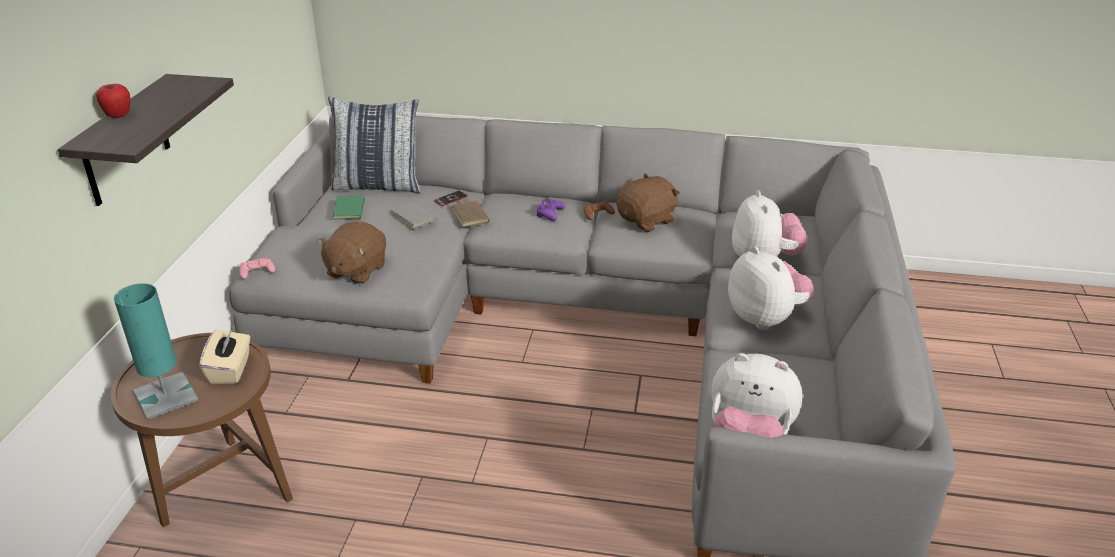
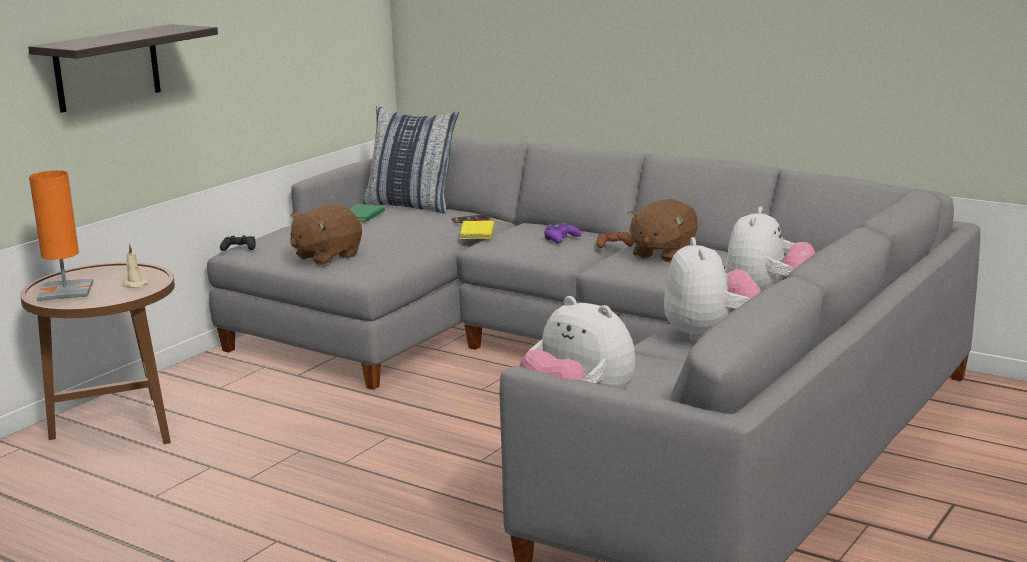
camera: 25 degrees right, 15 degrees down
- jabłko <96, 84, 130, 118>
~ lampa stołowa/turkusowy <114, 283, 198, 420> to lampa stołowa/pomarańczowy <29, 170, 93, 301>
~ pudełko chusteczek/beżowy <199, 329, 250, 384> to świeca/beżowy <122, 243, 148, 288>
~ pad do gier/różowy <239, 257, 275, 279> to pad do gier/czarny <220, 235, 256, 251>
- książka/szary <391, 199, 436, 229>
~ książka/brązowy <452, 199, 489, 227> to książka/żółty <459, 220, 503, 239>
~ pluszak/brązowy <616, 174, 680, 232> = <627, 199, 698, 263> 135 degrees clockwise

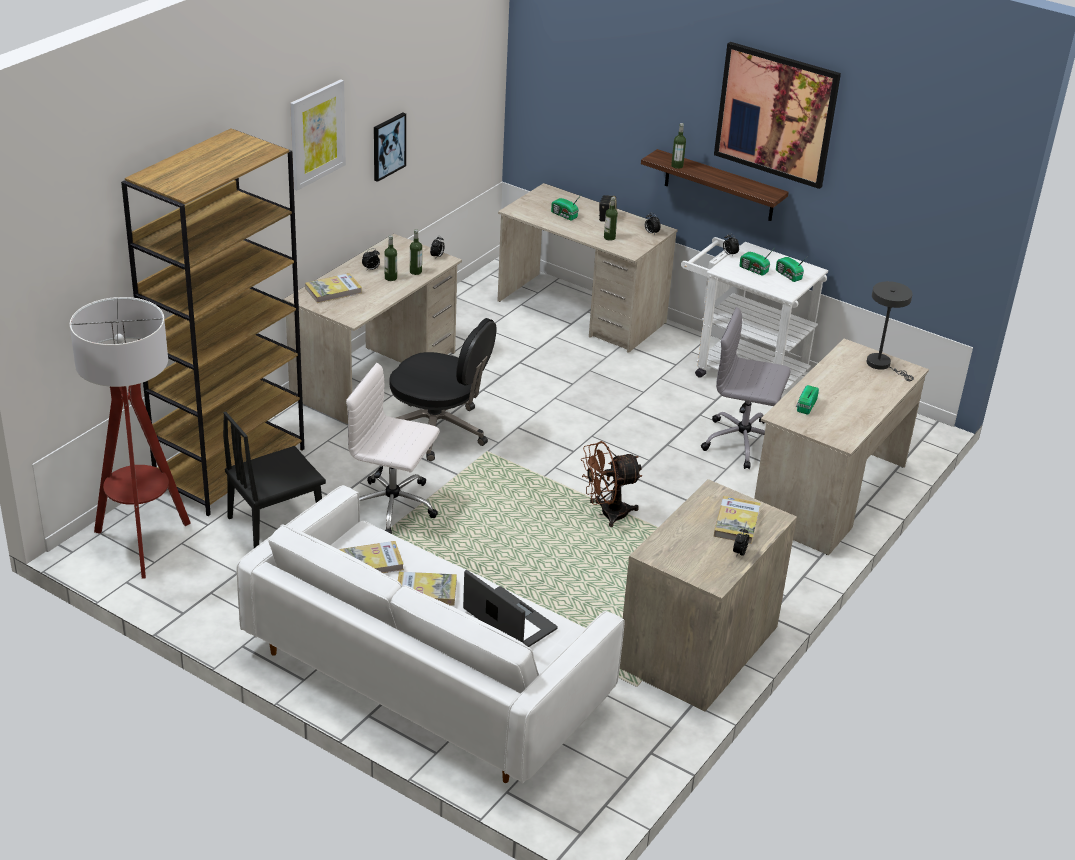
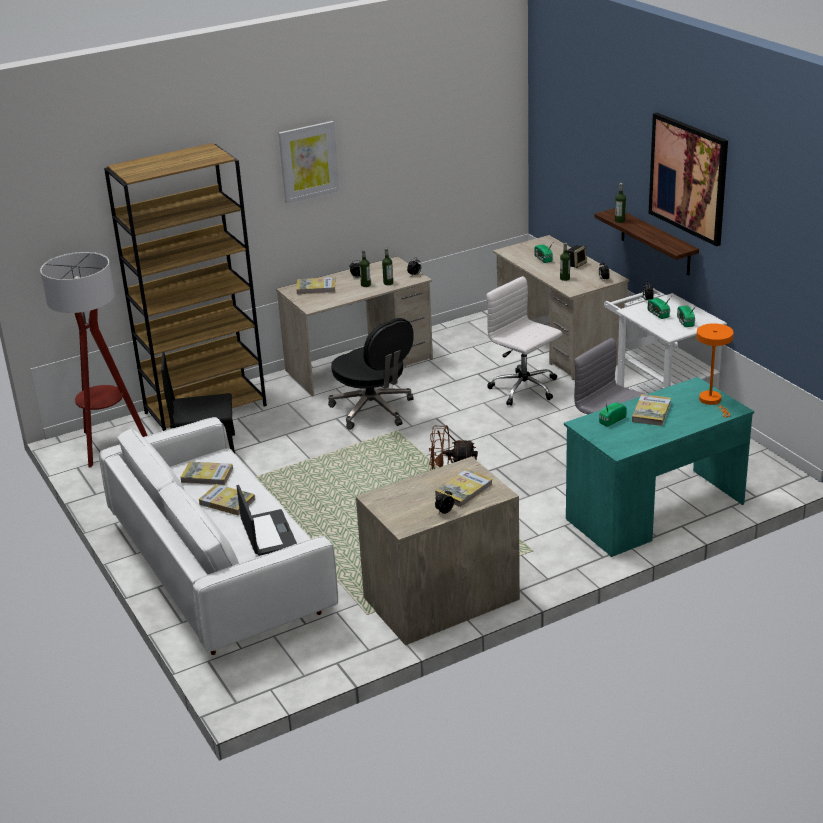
camera: 30 degrees right, 5 degrees down
~ krzesło biurowe/biały <346, 363, 440, 534> to <486, 276, 562, 406>
- obraz <374, 112, 406, 182>
~ biurko/beżowy <754, 339, 929, 555> to biurko/turkusowy <564, 377, 754, 557>
~ lampa stołowa/szary <867, 281, 914, 381> to lampa stołowa/pomarańczowy <696, 323, 734, 417>
+ książka <632, 394, 671, 426>

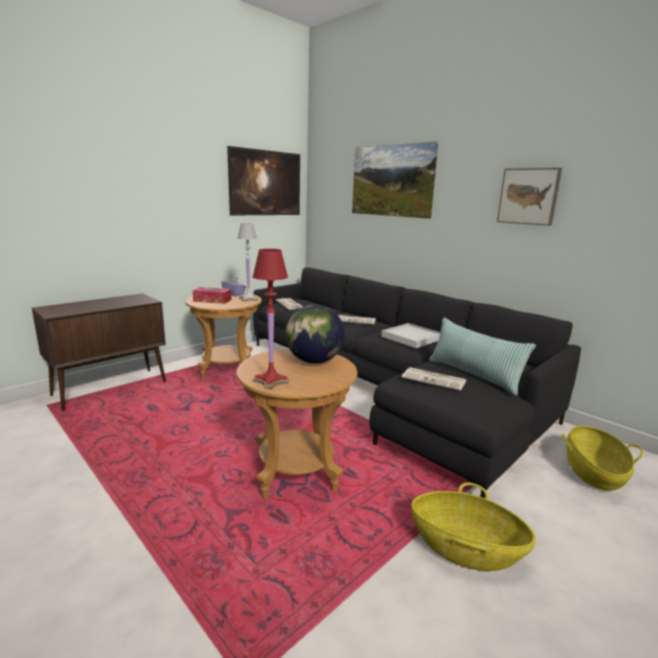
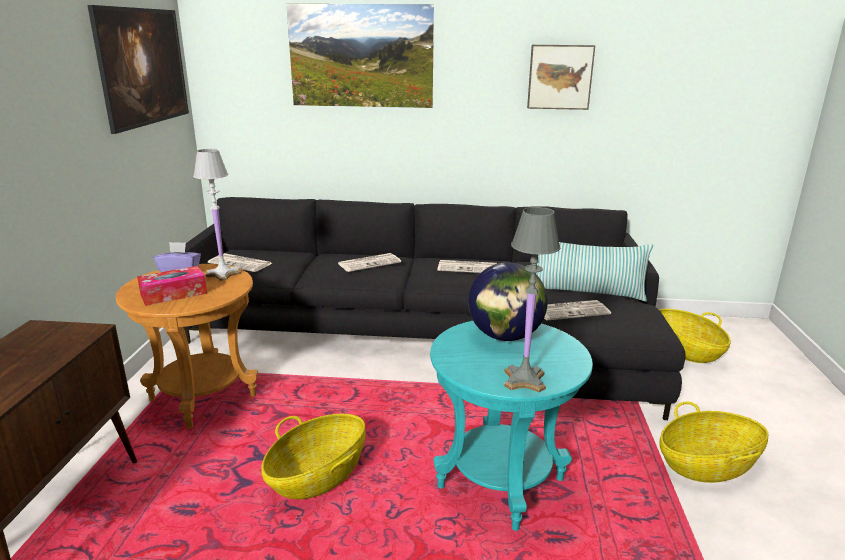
camera: 40 degrees left, 5 degrees up
~ stolik/brązowy <236, 349, 357, 499> to stolik/turkusowy <430, 321, 593, 531>
~ lampa stołowa/czerwony <252, 249, 289, 389> to lampa stołowa/szary <504, 207, 561, 392>
~ taca/biały <381, 323, 441, 348> to gazeta <438, 260, 497, 273>
+ koszyk <261, 414, 366, 499>

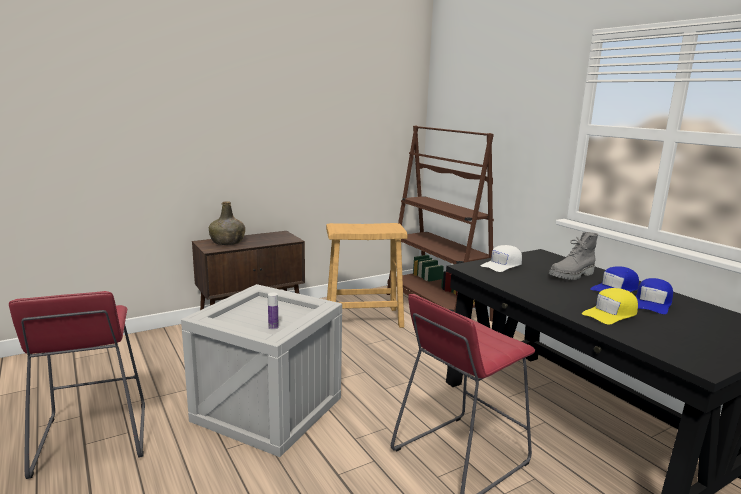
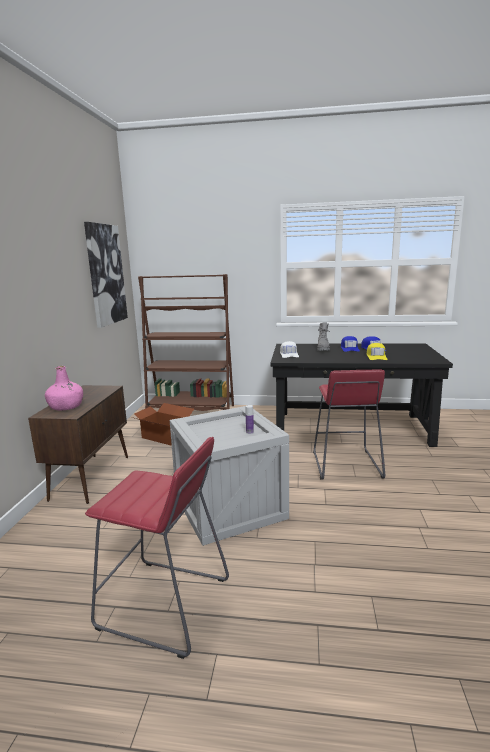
camera: 50 degrees left, 0 degrees up
~ butelka/zielony <209, 202, 245, 245> to butelka/różowy <45, 366, 83, 410>
~ stołek/beżowy <326, 223, 408, 328> to karton <132, 403, 194, 446>
+ obraz <84, 222, 128, 328>

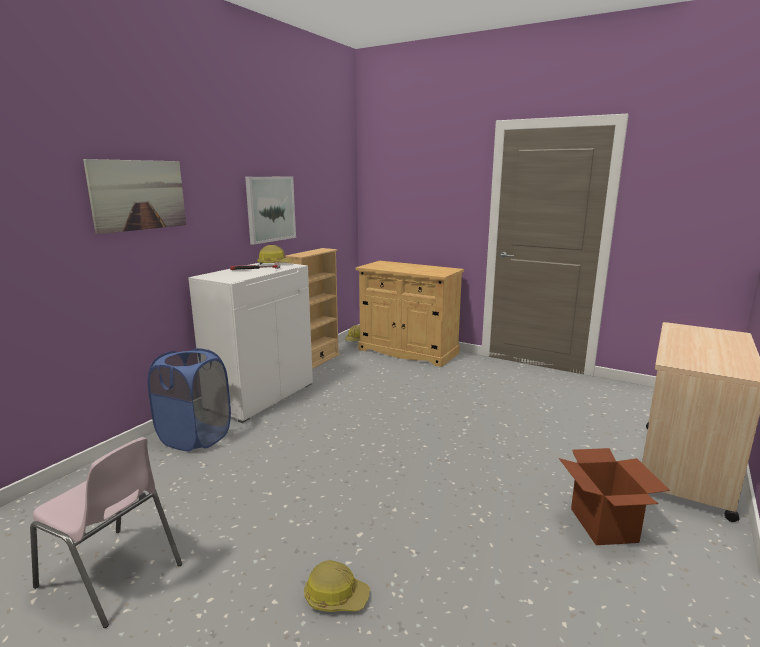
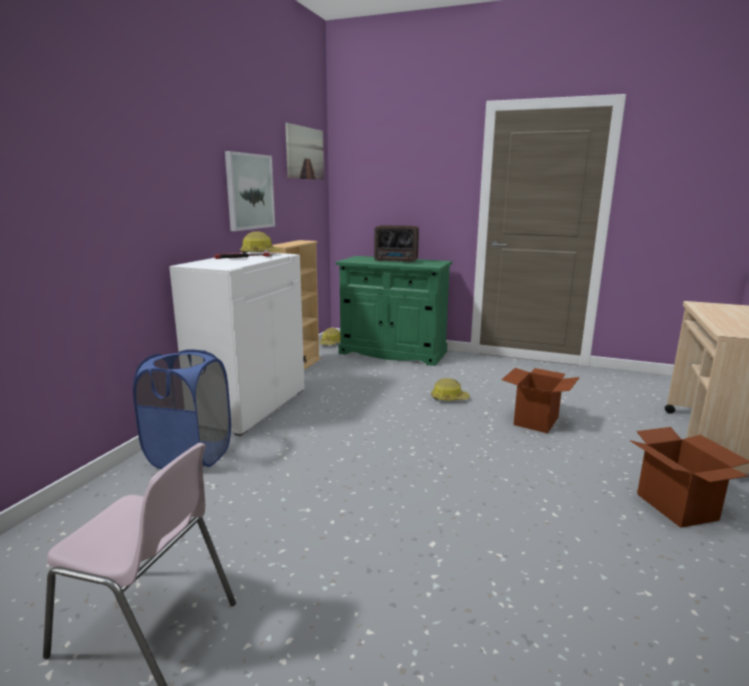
camera: 10 degrees left, 0 degrees up
~ obraz <83, 159, 186, 234> to <285, 123, 324, 180>
~ kask <304, 560, 370, 612> to <431, 378, 470, 400>
~ szafka/beżowy <356, 261, 464, 367> to szafka/zielony <336, 256, 452, 366>
+ radio <374, 225, 419, 263>
+ karton <501, 368, 580, 433>

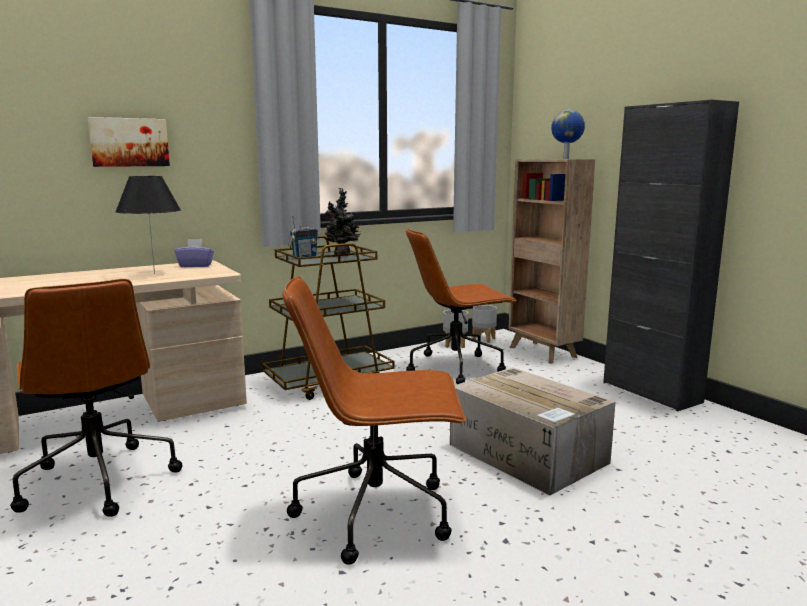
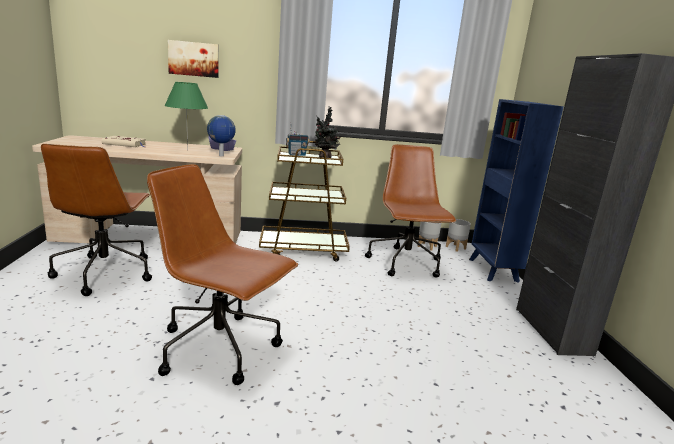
camera: 25 degrees right, 5 degrees up
~ lampa stołowa/czarny <115, 176, 181, 274> to lampa stołowa/zielony <164, 82, 208, 150>
~ krzesło biurowe/brązowy <406, 228, 517, 384> = <365, 144, 456, 278> 75 degrees clockwise
- karton <450, 367, 616, 495>
~ regał/brązowy <509, 159, 595, 364> to regał/niebieski <469, 99, 564, 283>
~ globus <551, 110, 585, 159> to <207, 115, 236, 156>
+ książka/beżowy <101, 136, 146, 147>

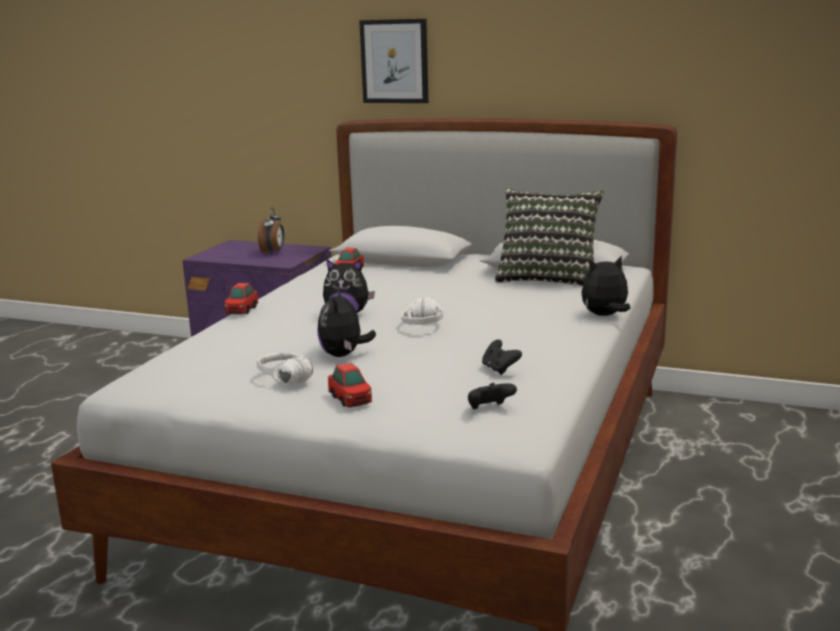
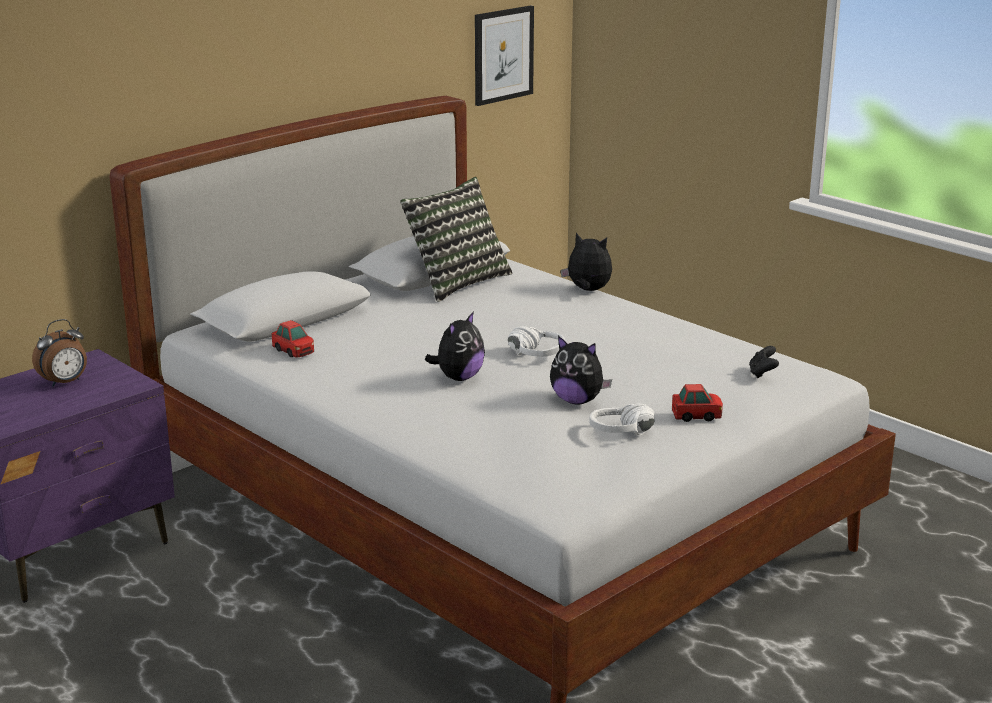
camera: 65 degrees left, 5 degrees up
- samochodzik <224, 283, 258, 314>
~ budzik <258, 207, 284, 255> = <32, 319, 87, 387> 105 degrees clockwise
~ obraz <359, 19, 428, 103> to <475, 6, 534, 106>
- pad do gier/czarny <482, 340, 522, 375>
~ pluszak <581, 255, 630, 316> = <560, 233, 612, 291> 105 degrees clockwise

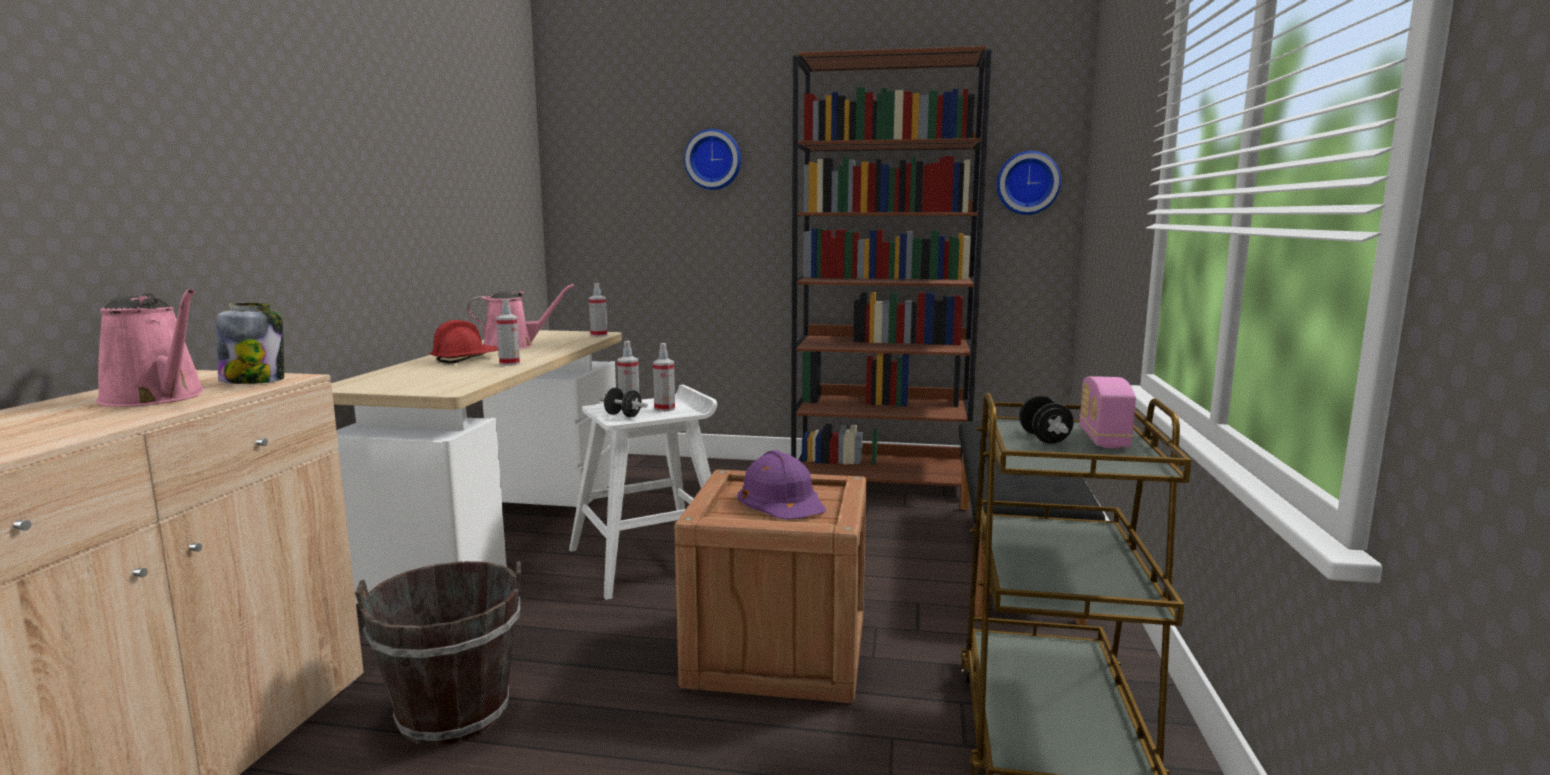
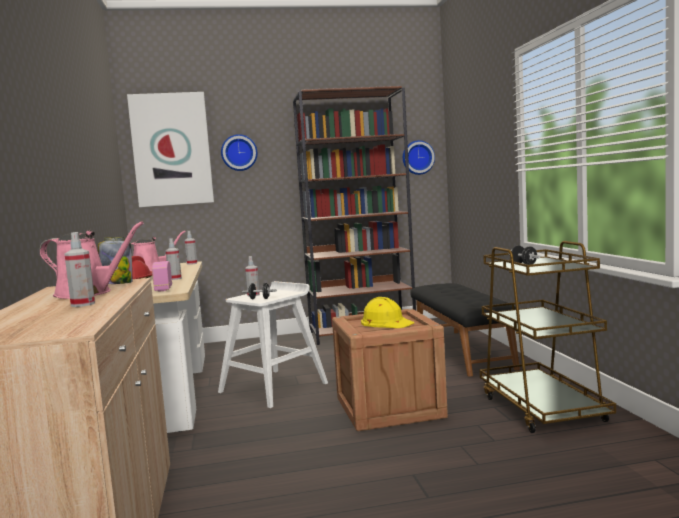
camera: 20 degrees left, 5 degrees down
- wiadro/brązowy <355, 561, 521, 746>
~ spryskiwacz <653, 343, 675, 412> to <64, 232, 95, 307>
~ kask/fioletowy <737, 450, 826, 520> to kask/żółty <361, 297, 414, 328>
~ radio <1079, 376, 1136, 448> to <152, 261, 172, 291>
+ obraz <127, 92, 214, 207>

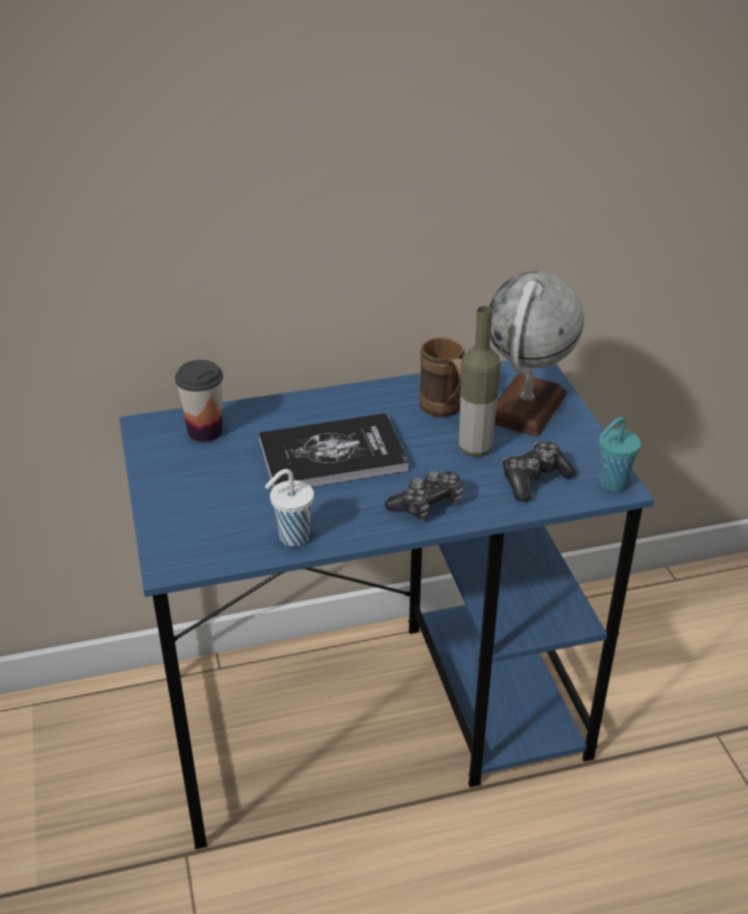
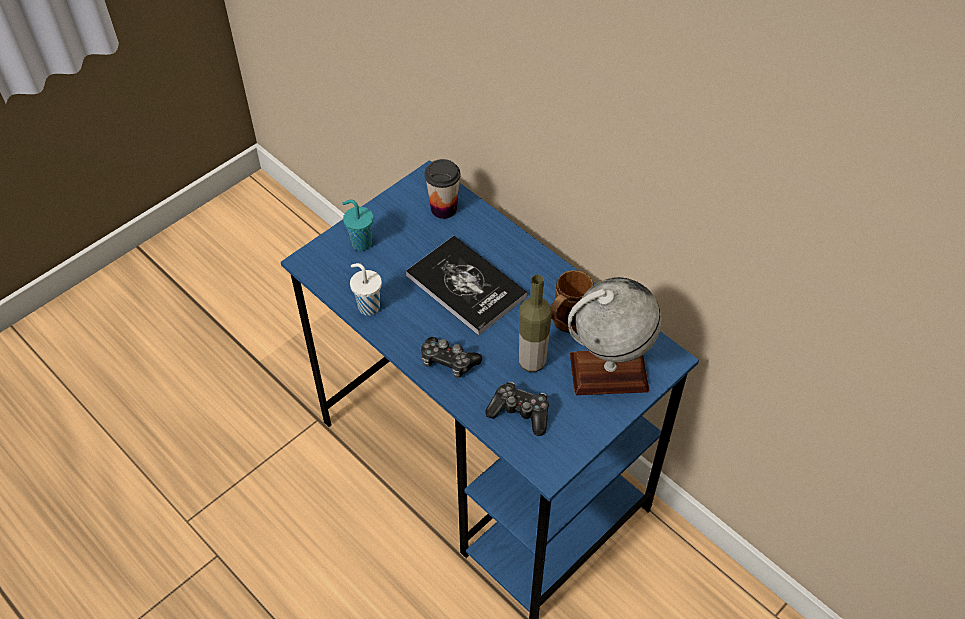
camera: 60 degrees right, 15 degrees up
~ filiżanka/turkusowy <599, 417, 641, 492> to <342, 199, 374, 251>

